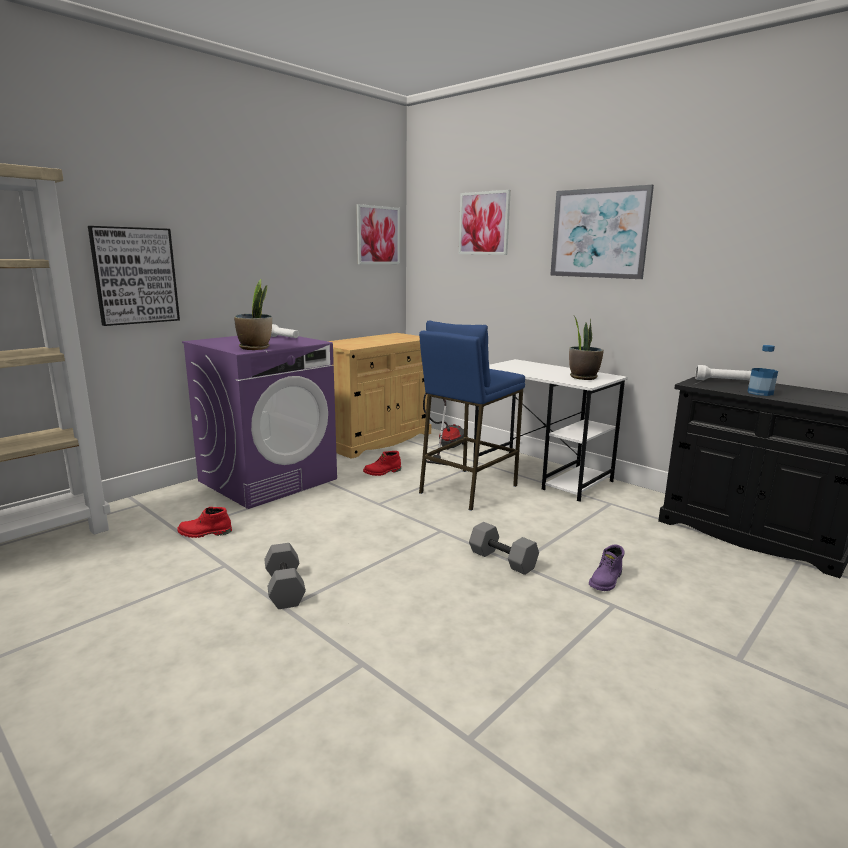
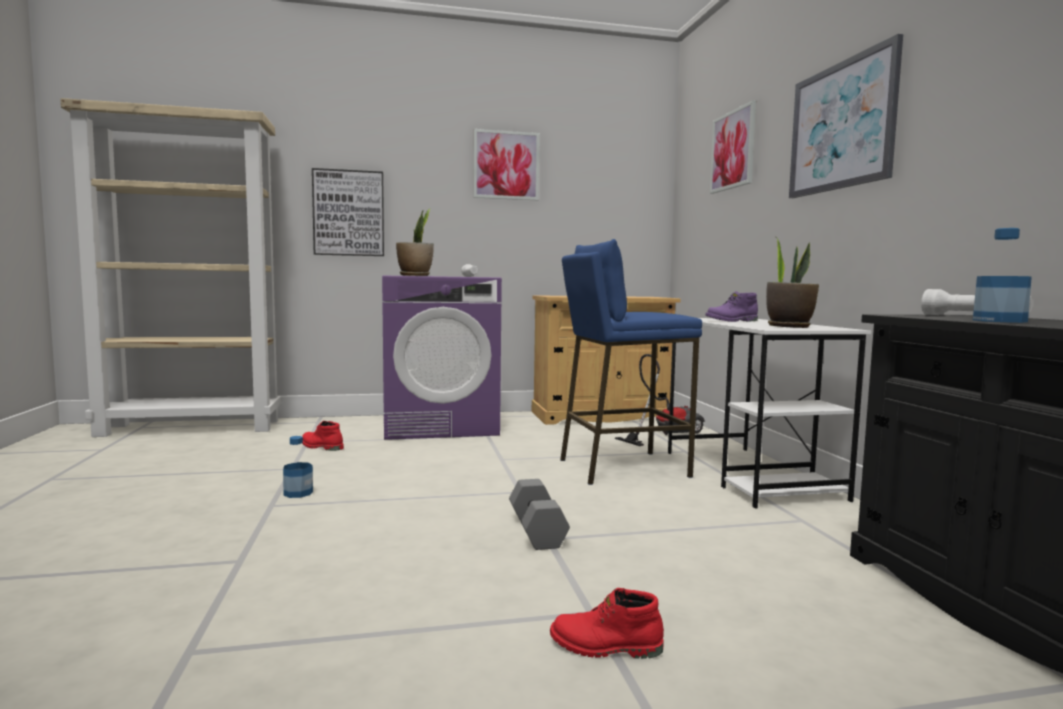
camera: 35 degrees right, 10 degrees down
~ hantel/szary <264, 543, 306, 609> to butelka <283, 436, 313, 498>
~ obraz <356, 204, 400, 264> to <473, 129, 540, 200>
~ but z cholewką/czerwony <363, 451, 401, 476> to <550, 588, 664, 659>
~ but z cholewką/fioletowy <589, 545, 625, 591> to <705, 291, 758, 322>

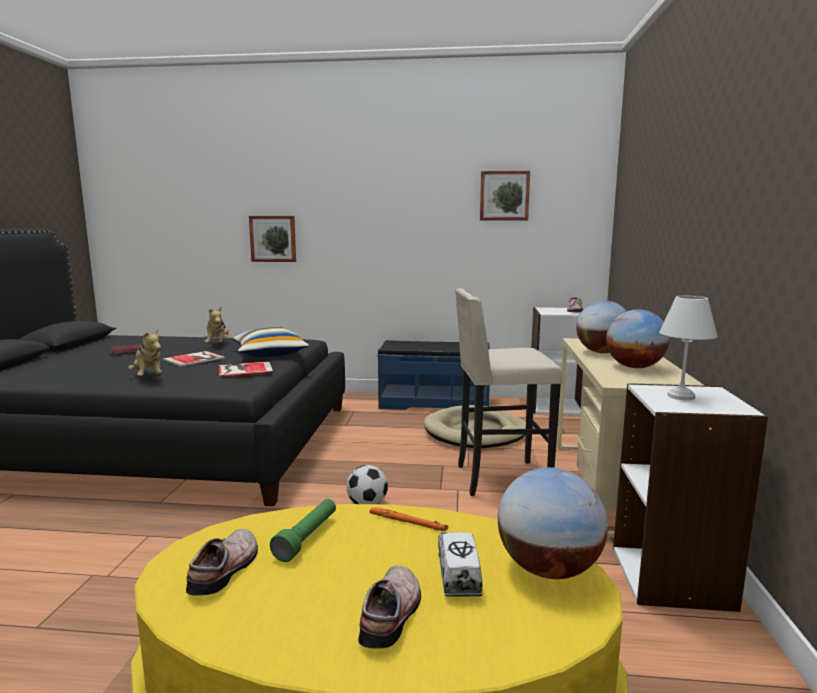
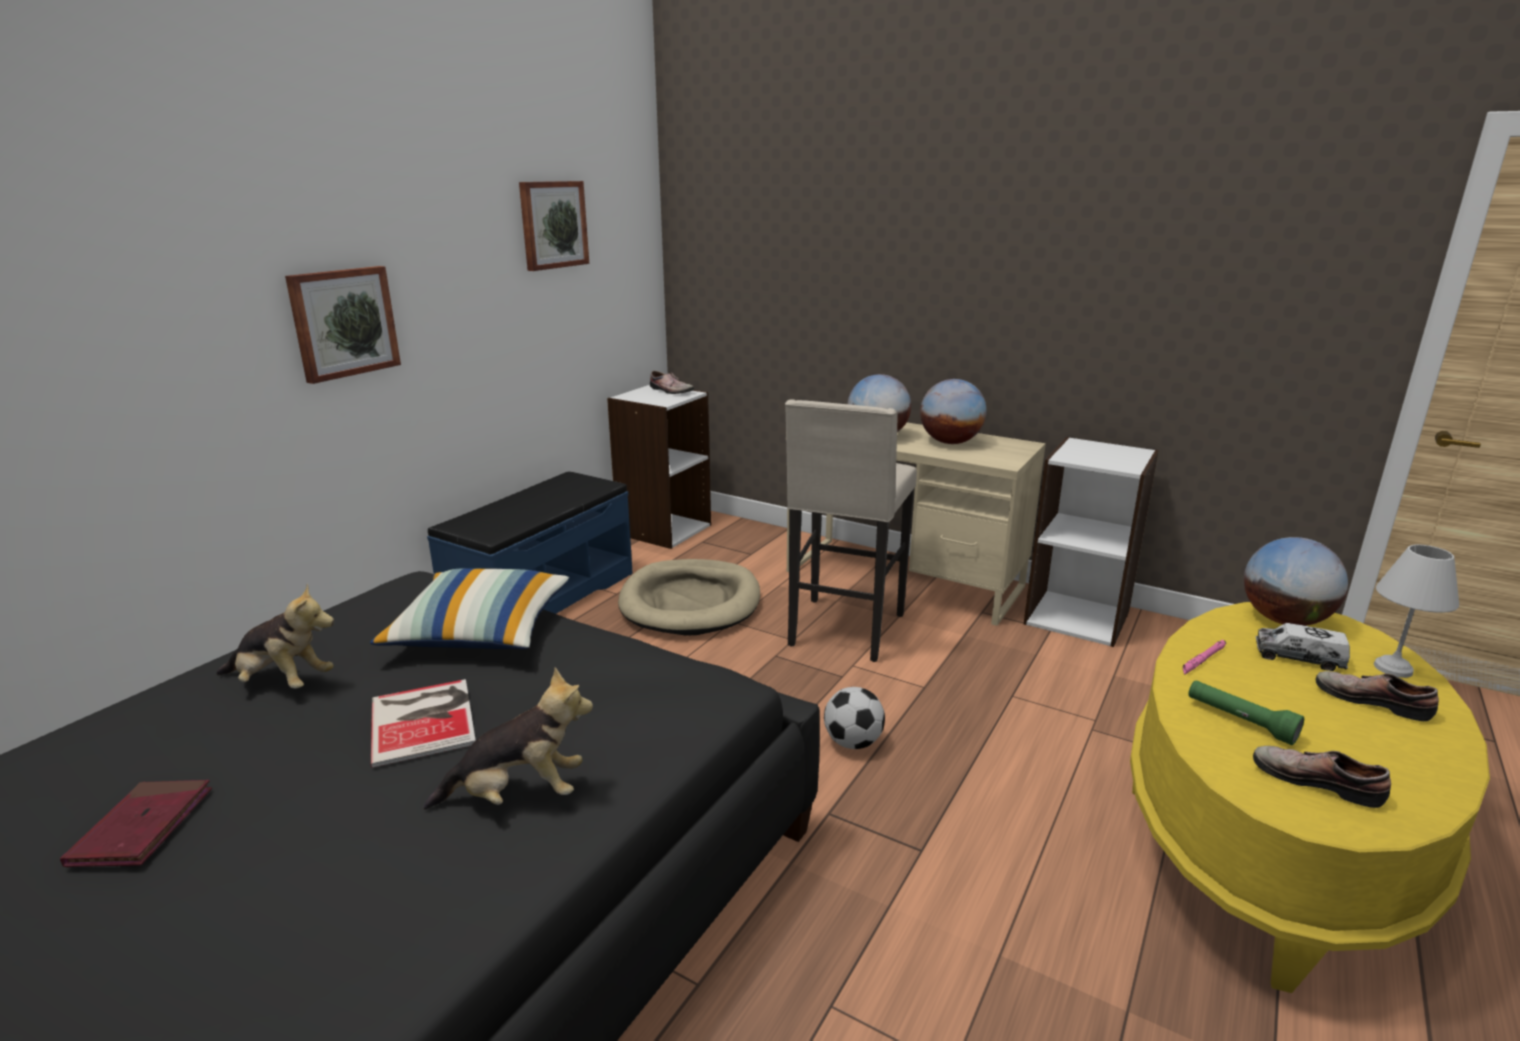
camera: 65 degrees left, 10 degrees up
- książka <219, 361, 273, 377>
~ obraz <249, 216, 296, 262> to <285, 266, 401, 384>
~ latarka/pomarańczowy <369, 507, 448, 531> to latarka/różowy <1183, 640, 1226, 675>
~ lampa stołowa/biały <659, 296, 718, 401> to <1374, 545, 1459, 678>

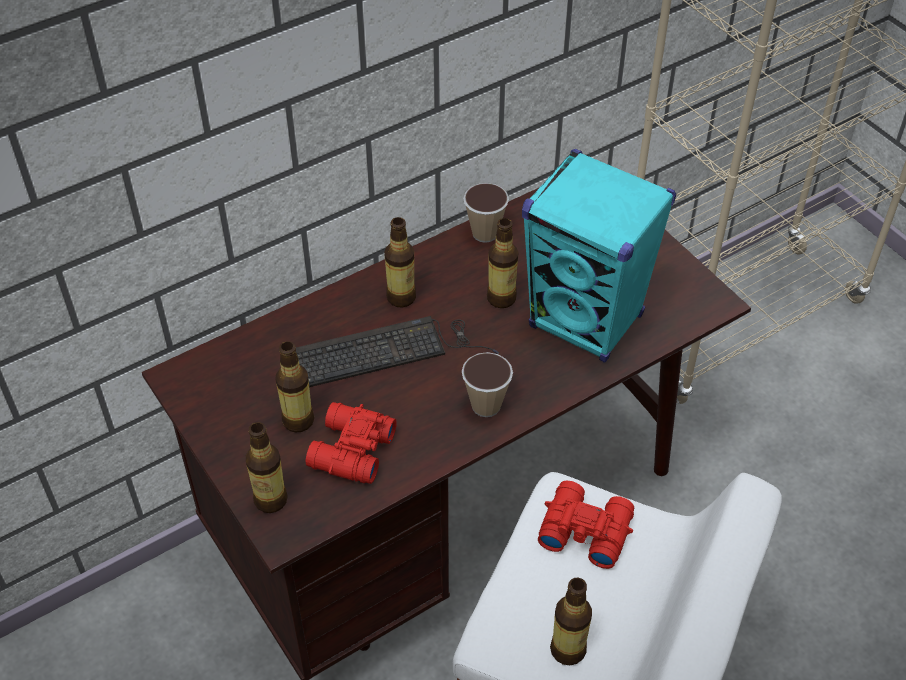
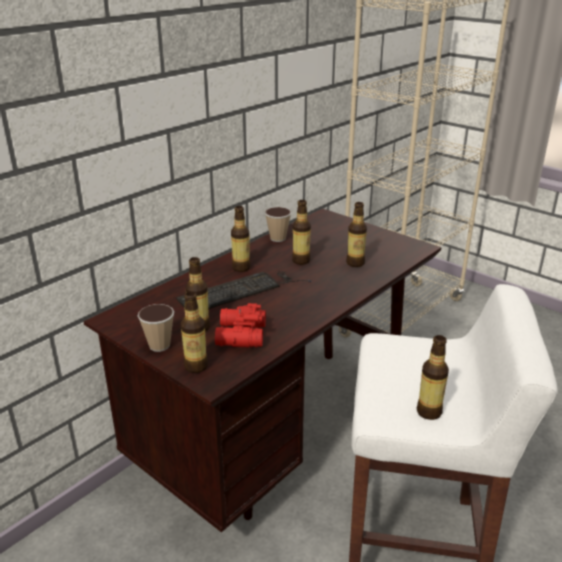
camera: 15 degrees left, 20 degrees down
~ filiżanka <462, 352, 513, 417> to <138, 304, 174, 352>
~ głośnik/turkusowy <522, 149, 676, 363> to butelka <346, 202, 367, 267>
- lornetka/czerwony <538, 480, 634, 569>

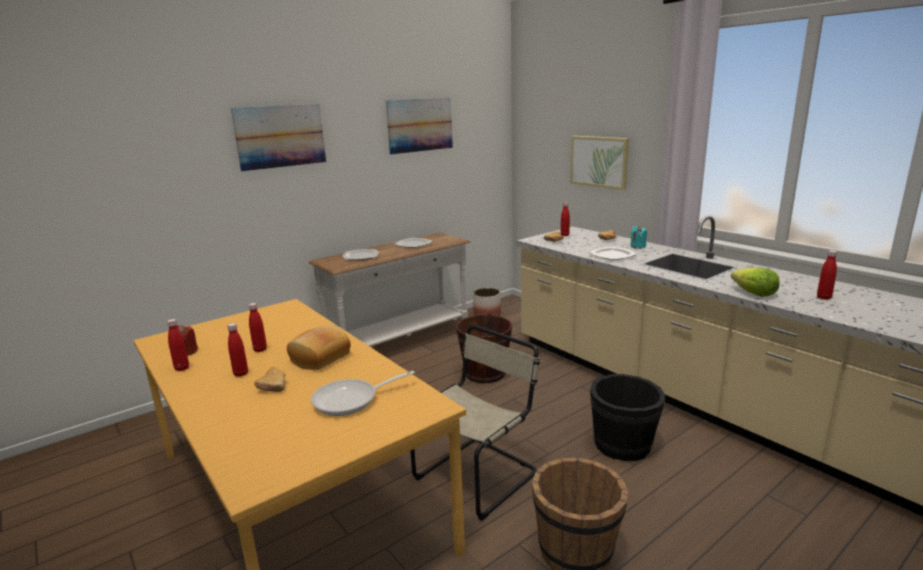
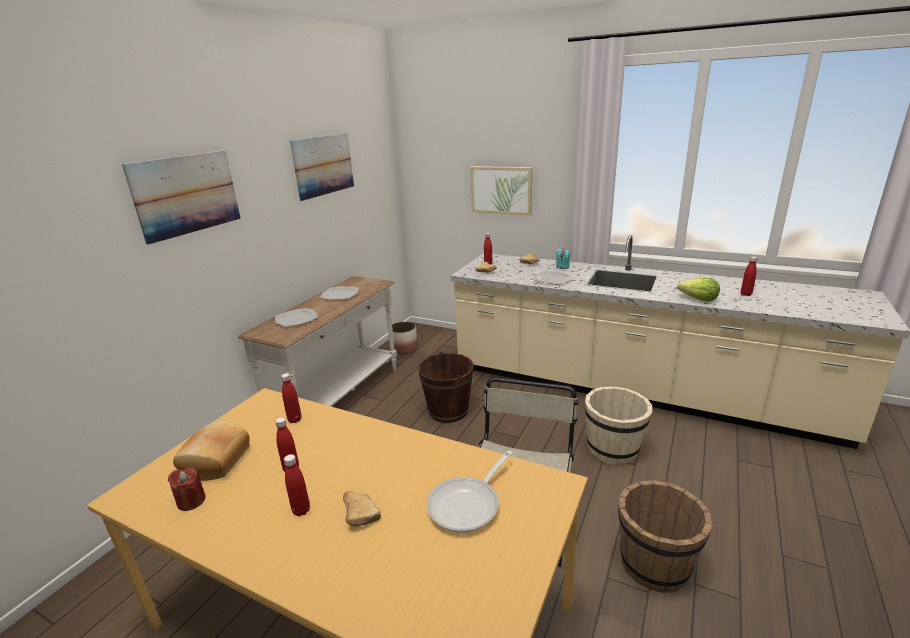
camera: 25 degrees left, 5 degrees up
~ butelka/czerwony <167, 319, 189, 371> to <281, 373, 302, 423>
~ chleb <287, 325, 351, 370> to <173, 420, 250, 481>
~ wiadro/czarny <590, 374, 665, 461> to wiadro/beżowy <585, 386, 652, 465>

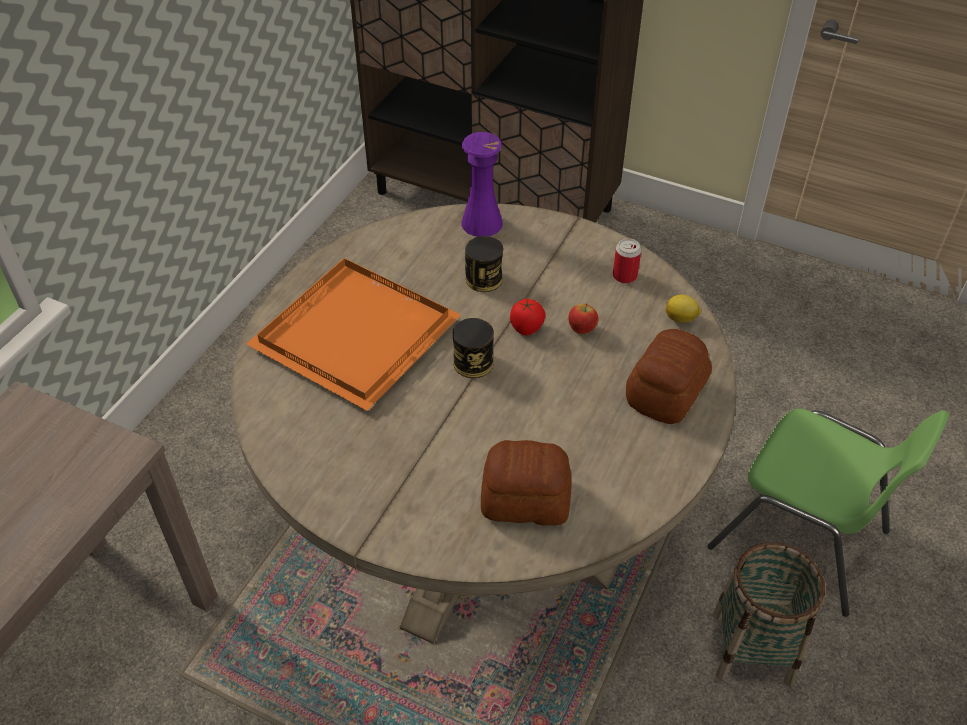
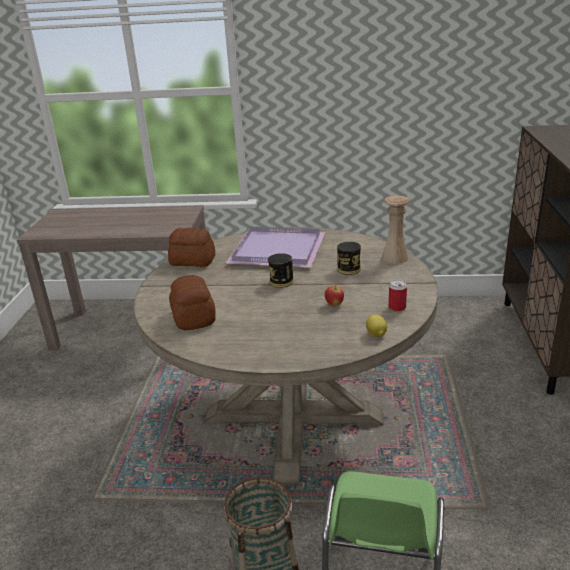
camera: 70 degrees right, 20 degrees down
~ taca/pomarańczowy <246, 258, 461, 411> to taca/fioletowy <226, 227, 325, 268>
~ wazon/fioletowy <461, 132, 503, 237> to wazon/beżowy <382, 196, 410, 264>
- pomidor <510, 299, 545, 335>
~ chleb <626, 329, 712, 424> to <168, 228, 215, 267>

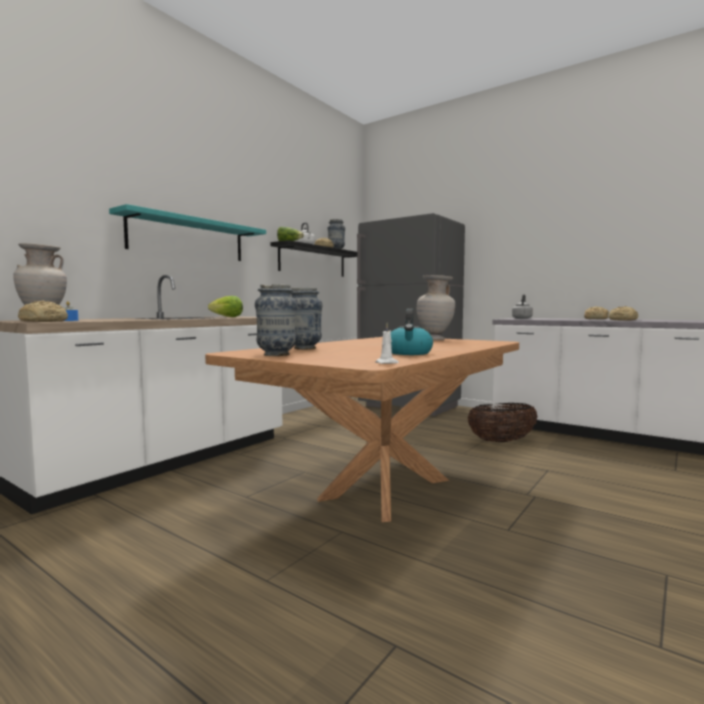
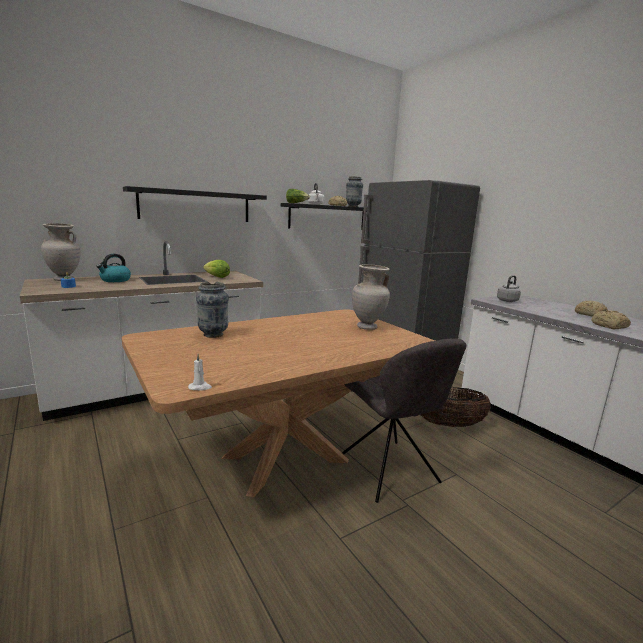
camera: 20 degrees right, 10 degrees up
- chleb <18, 300, 68, 322>
~ półka/turkusowy <109, 204, 266, 261> to półka/czarny <123, 186, 267, 222>
- wazon <255, 284, 297, 356>
~ czajnik <391, 308, 433, 355> to <96, 254, 131, 282>
+ krzesło/szary <342, 338, 467, 503>

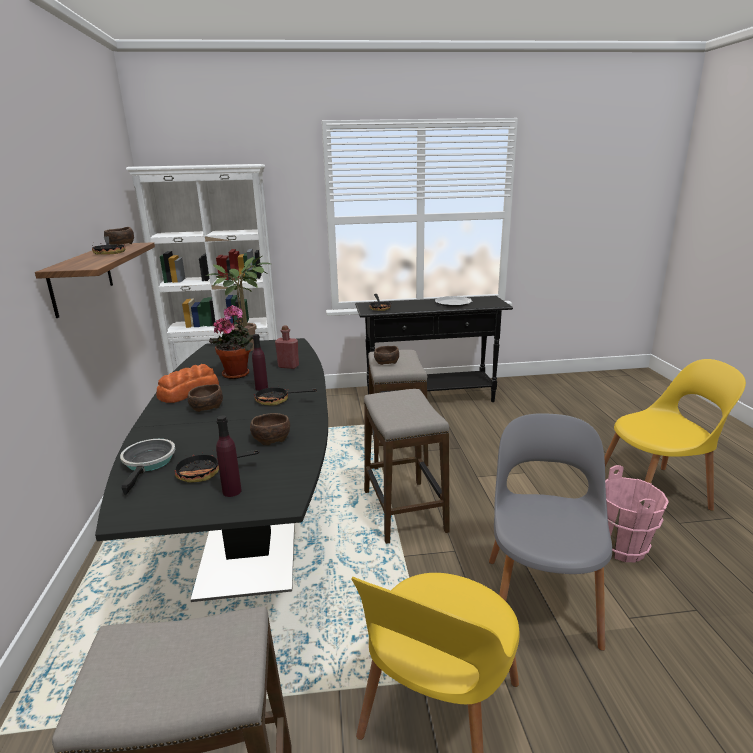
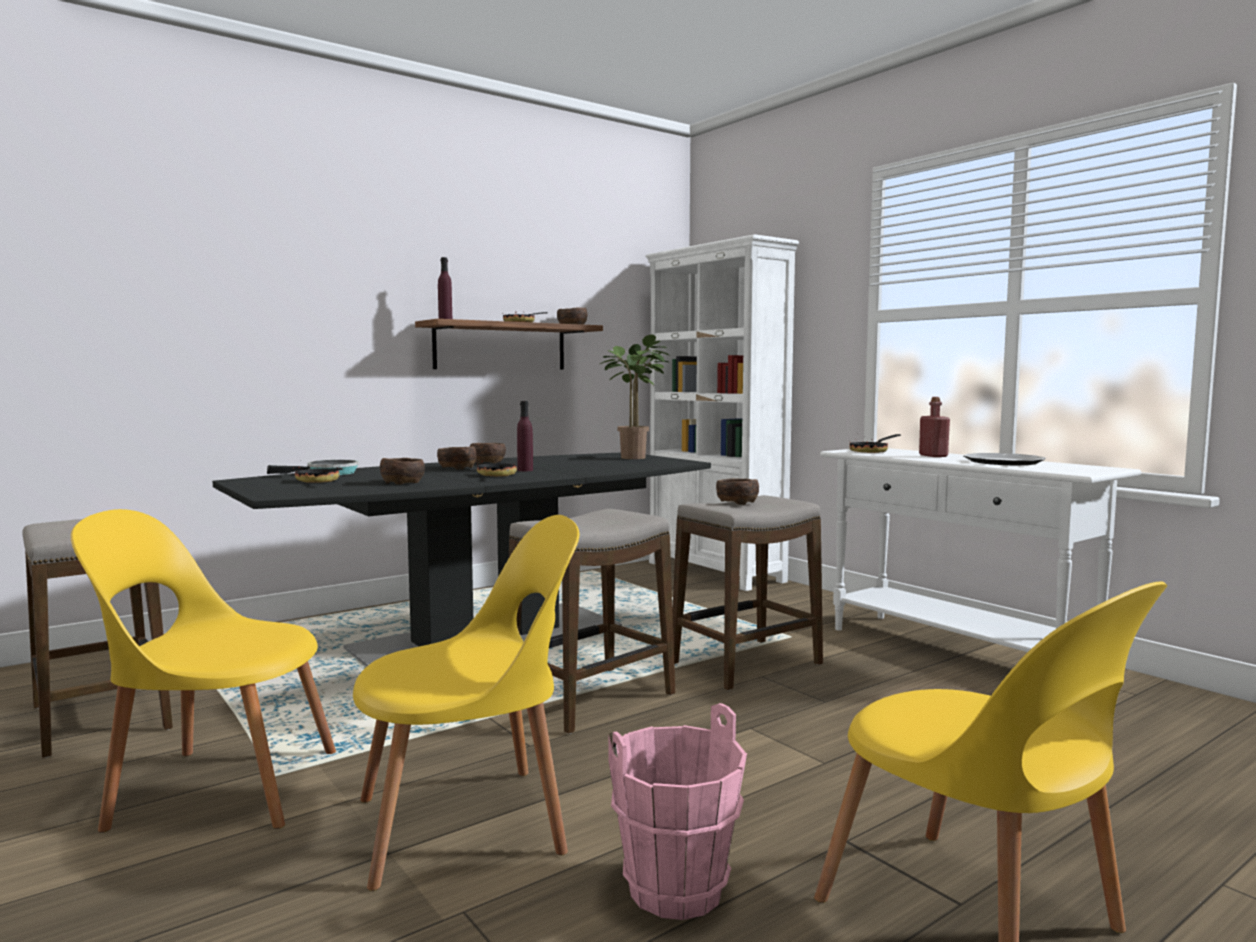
camera: 60 degrees right, 15 degrees down
~ chleb <156, 364, 219, 403> to miska/brązowy <470, 443, 506, 464>
- roślina doniczkowa <209, 305, 253, 379>
~ butelka/fioletowy <216, 416, 242, 497> to <438, 257, 452, 319>
~ butelka/czerwony <275, 325, 299, 369> to <919, 397, 950, 457>
~ stolik konsolowy/czarny <355, 296, 513, 402> to stolik konsolowy/biały <820, 448, 1141, 652>
~ krzesło/szary <489, 413, 612, 651> to krzesło/żółty <353, 515, 579, 891>

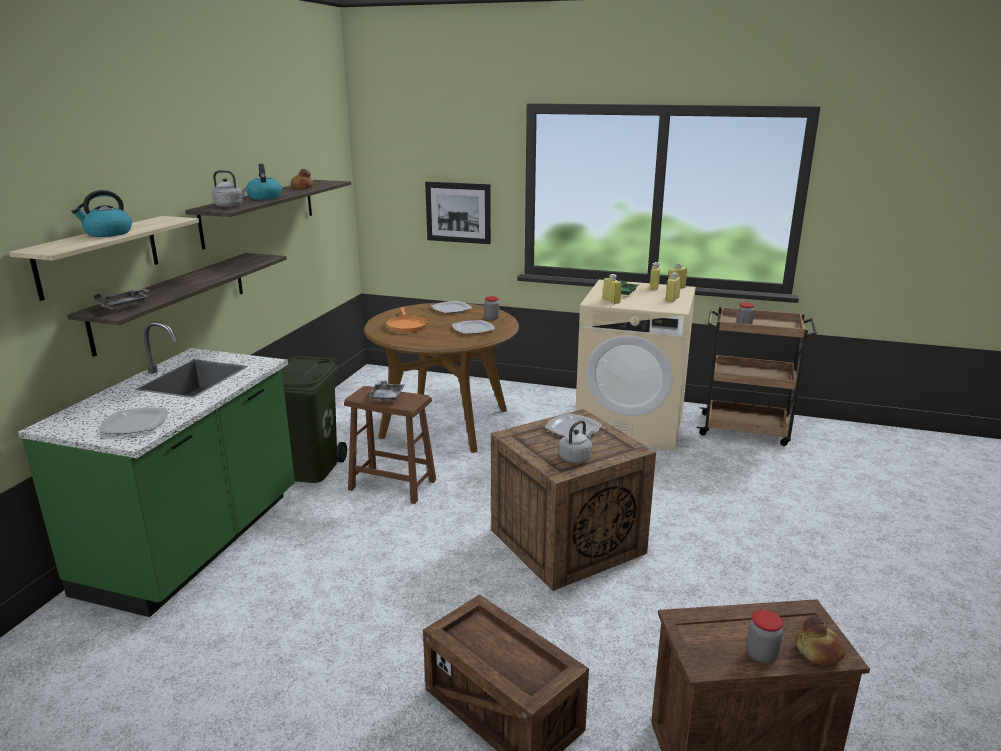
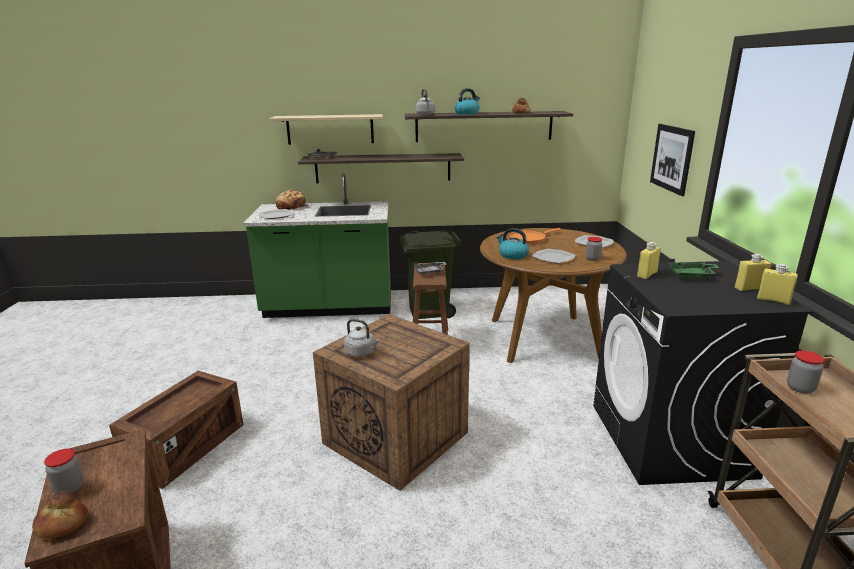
camera: 70 degrees right, 0 degrees up
~ czajnik <71, 190, 132, 237> to <496, 228, 529, 259>
- talerz <545, 413, 602, 437>
~ pralka/beżowy <576, 280, 696, 450> to pralka/czarny <593, 261, 813, 485>
- butelka/żółty <666, 272, 681, 302>
+ chleb <275, 189, 309, 210>

